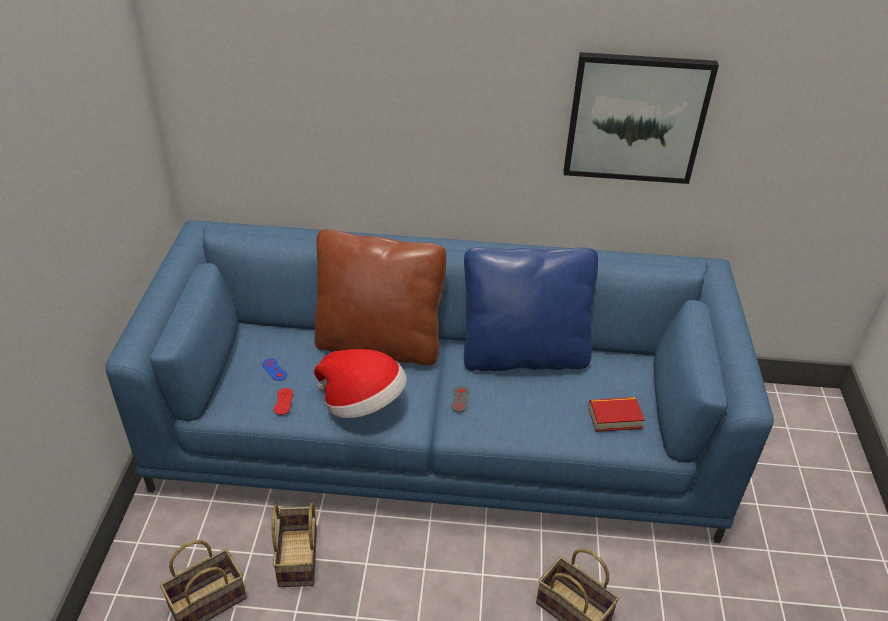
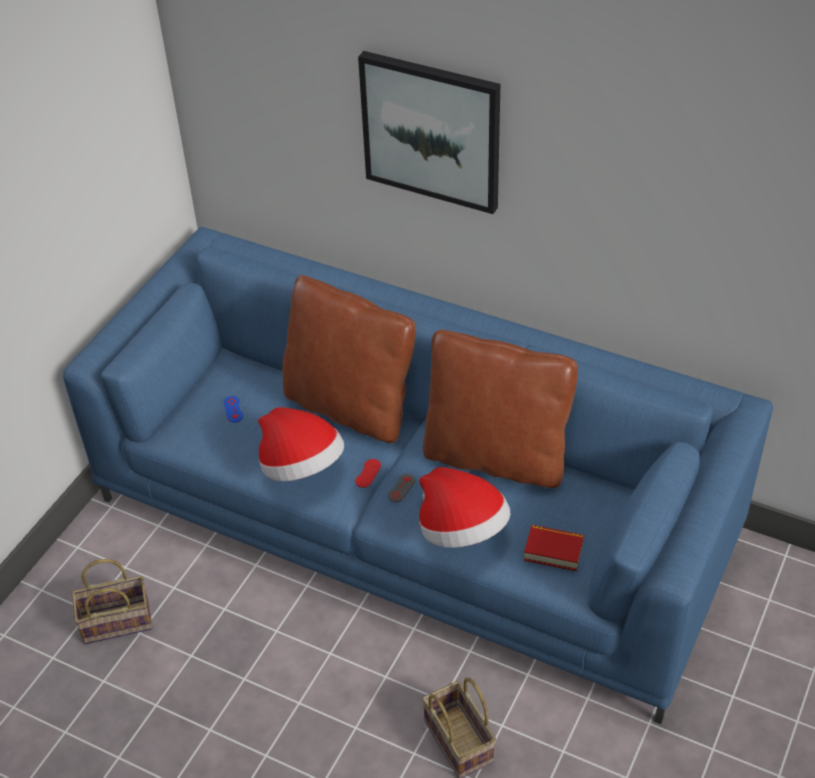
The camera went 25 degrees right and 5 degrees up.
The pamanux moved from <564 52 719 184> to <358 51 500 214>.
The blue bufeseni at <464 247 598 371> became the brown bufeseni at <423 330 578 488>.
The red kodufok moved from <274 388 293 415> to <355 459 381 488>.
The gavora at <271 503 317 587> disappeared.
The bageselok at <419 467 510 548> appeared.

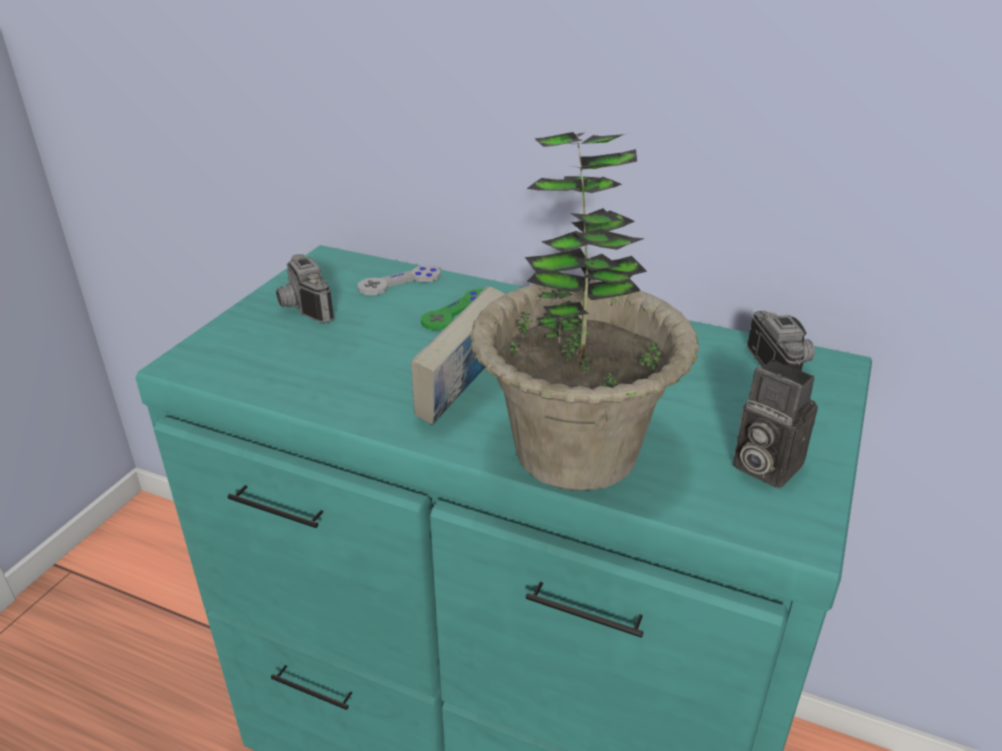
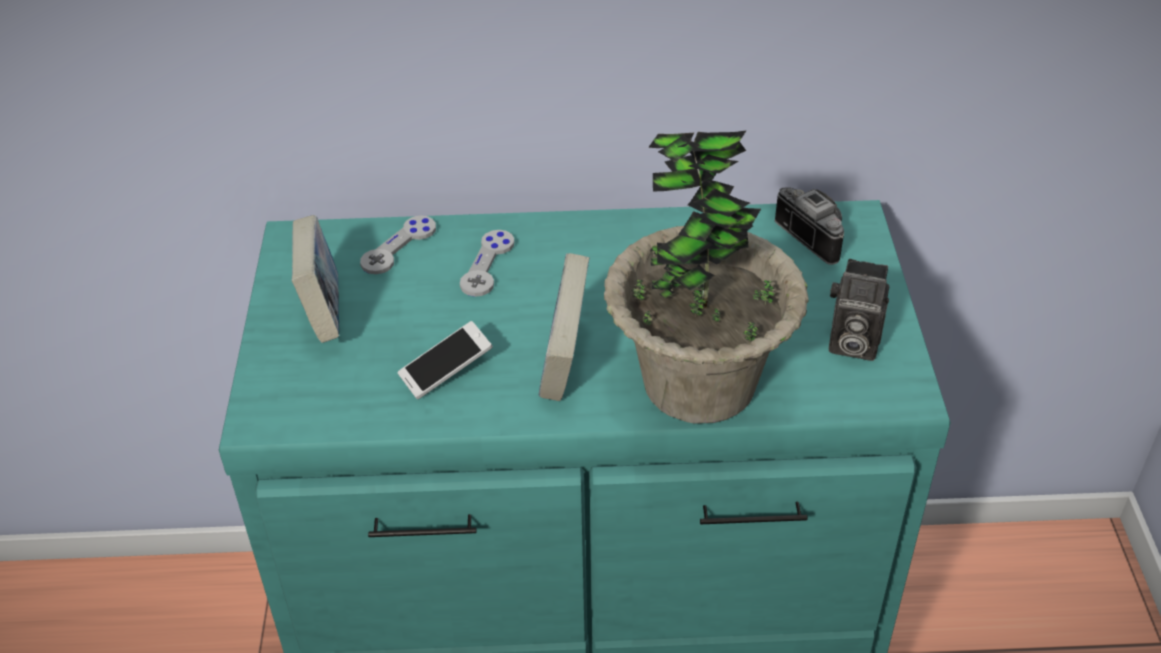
The camera went 25 degrees left and 10 degrees up.
The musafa at <276 254 334 323> was replaced by the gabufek at <291 215 339 343>.
The green kodufok at <421 289 484 330> became the grey kodufok at <460 230 514 297>.
The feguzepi at <397 321 493 399> appeared.

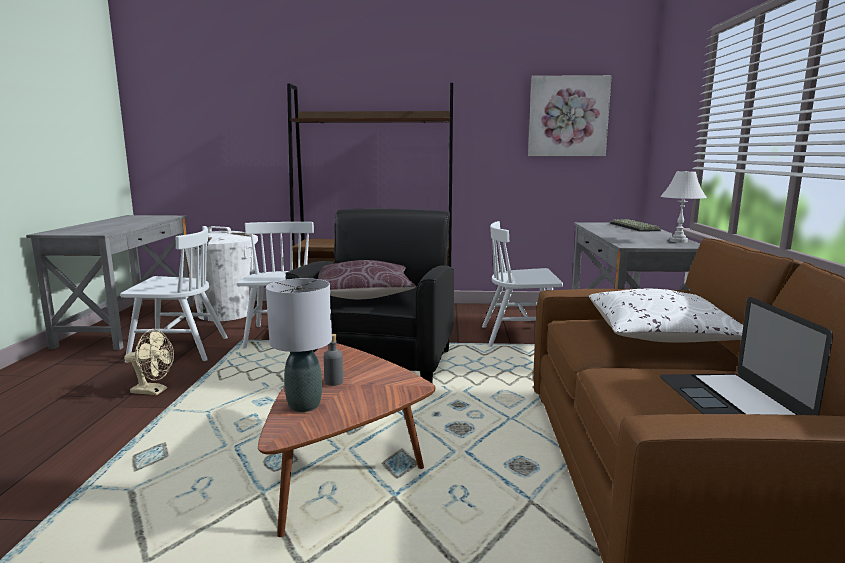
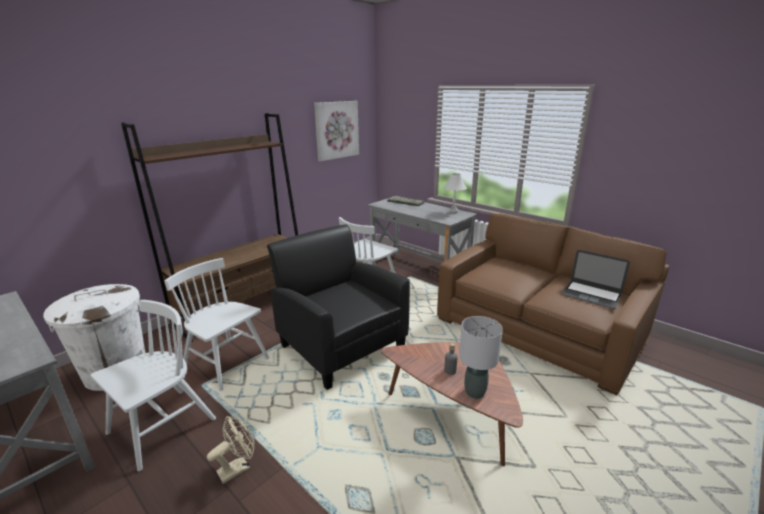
The camera went 50 degrees left and 10 degrees up.
The brown bufeseni at <318 260 416 299> disappeared.
The white bufeseni at <589 289 743 343> disappeared.

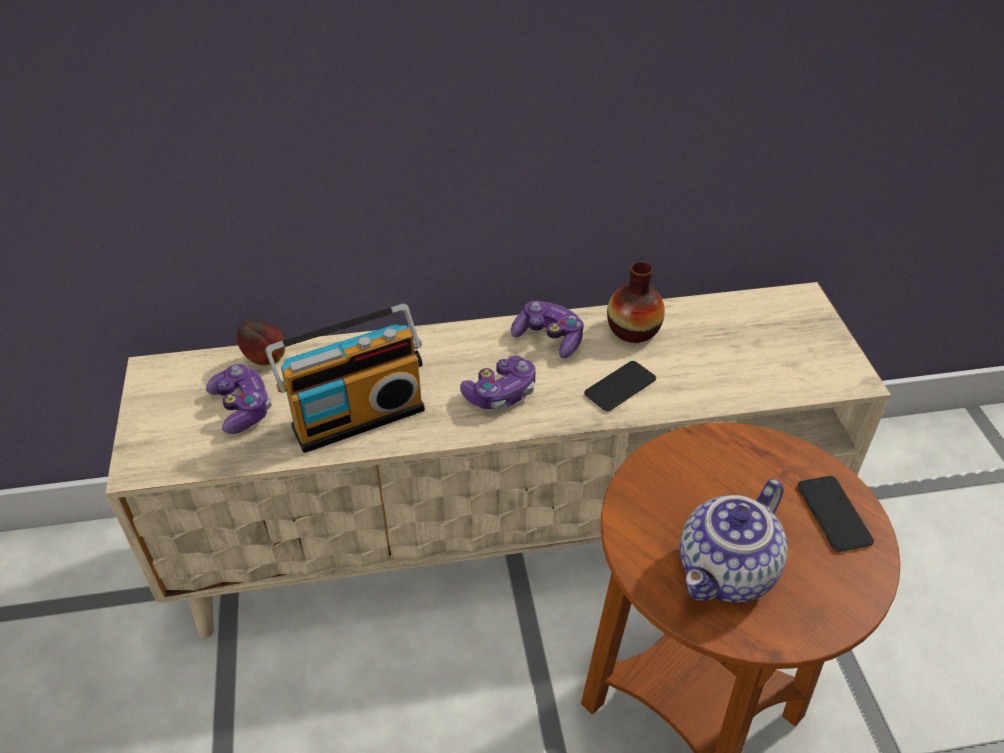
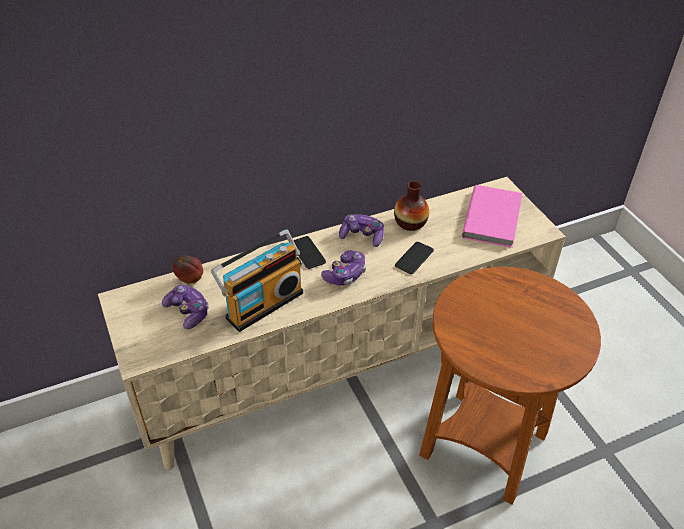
The camera went 15 degrees left and 0 degrees up.
The feguzepi moved from <798 476 874 552> to <293 236 326 269>.
The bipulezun at <680 479 787 603> disappeared.
The pink gabufek at <462 185 522 248> appeared.

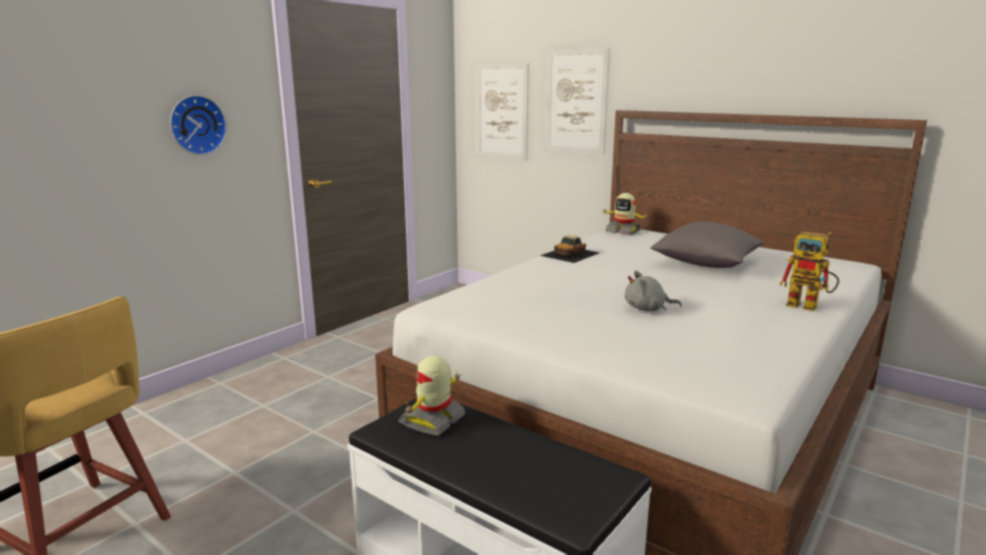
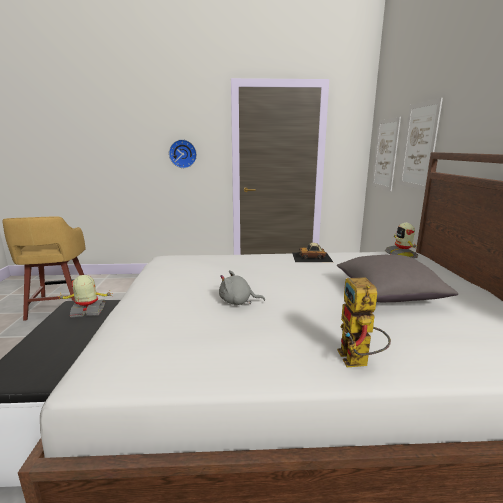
The camera went 50 degrees right and 0 degrees up.
The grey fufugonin at <625 270 682 311> turned 45 degrees counterclockwise.

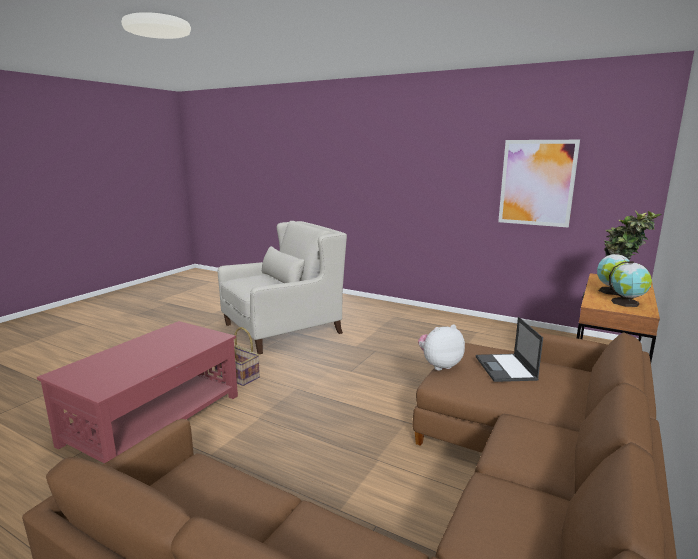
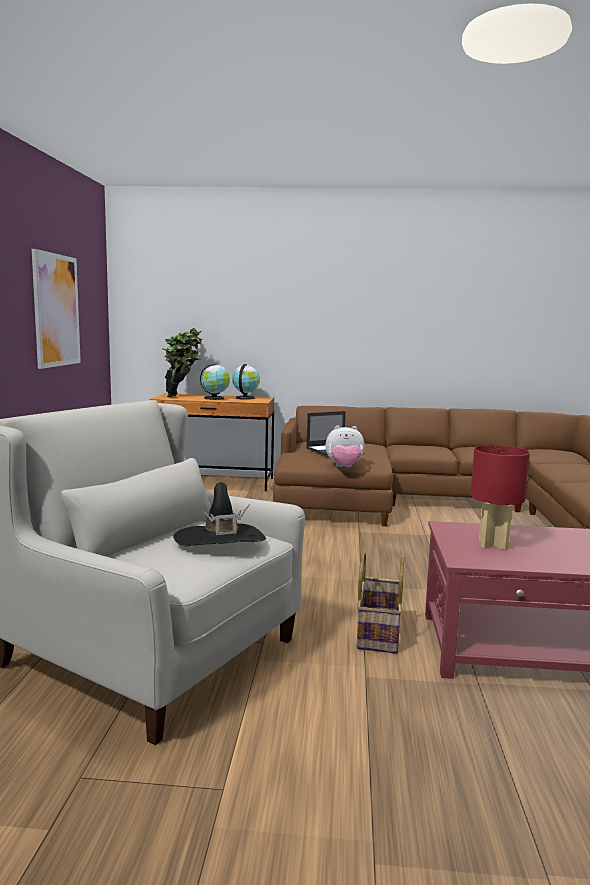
The camera went 115 degrees left and 5 degrees down.
The fufugonin at <418 324 465 371> turned 45 degrees counterclockwise.
The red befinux at <470 445 530 550> appeared.
The black bageselok at <173 482 266 546> appeared.

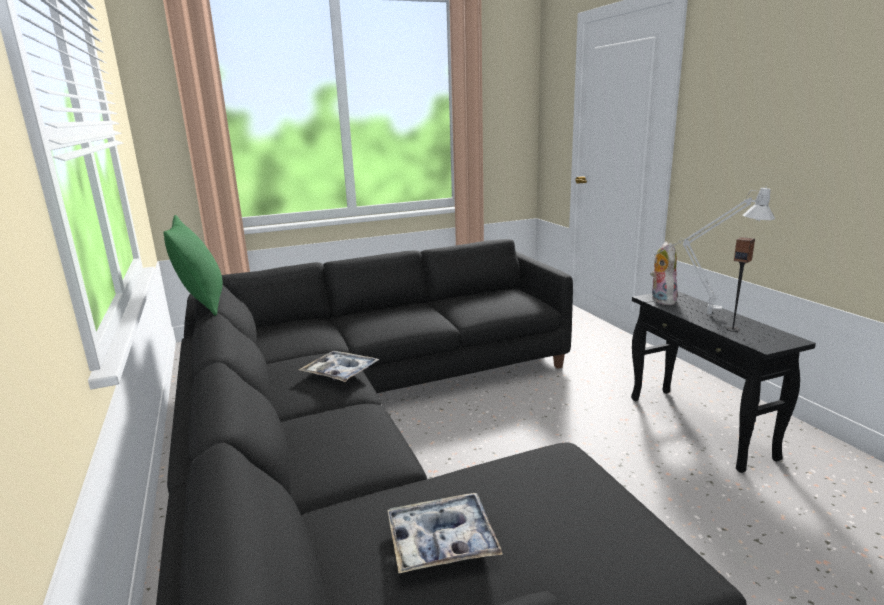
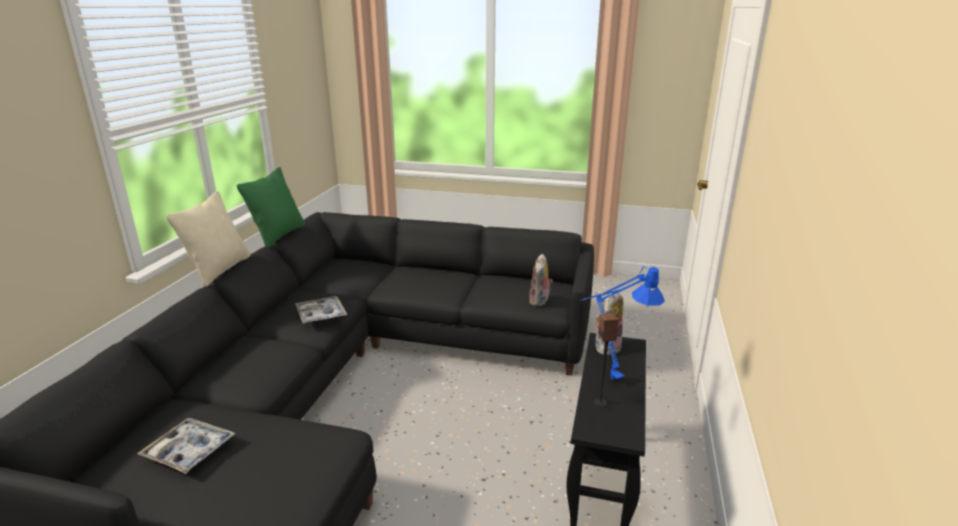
The camera went 35 degrees right and 5 degrees up.
The grey befinux at <654 187 775 314> became the blue befinux at <580 266 665 380>.
The beige bufeseni at <166 191 250 287> appeared.
The fufugonin at <529 254 553 306> appeared.

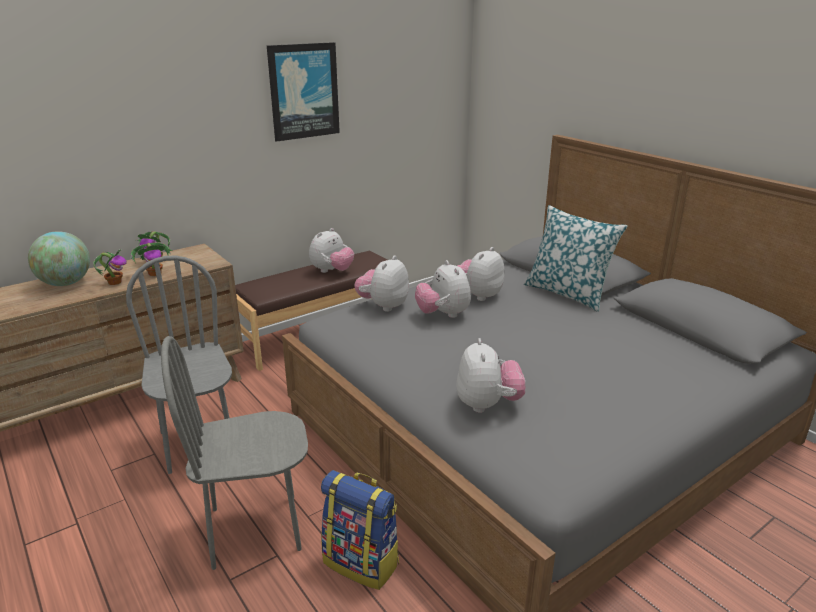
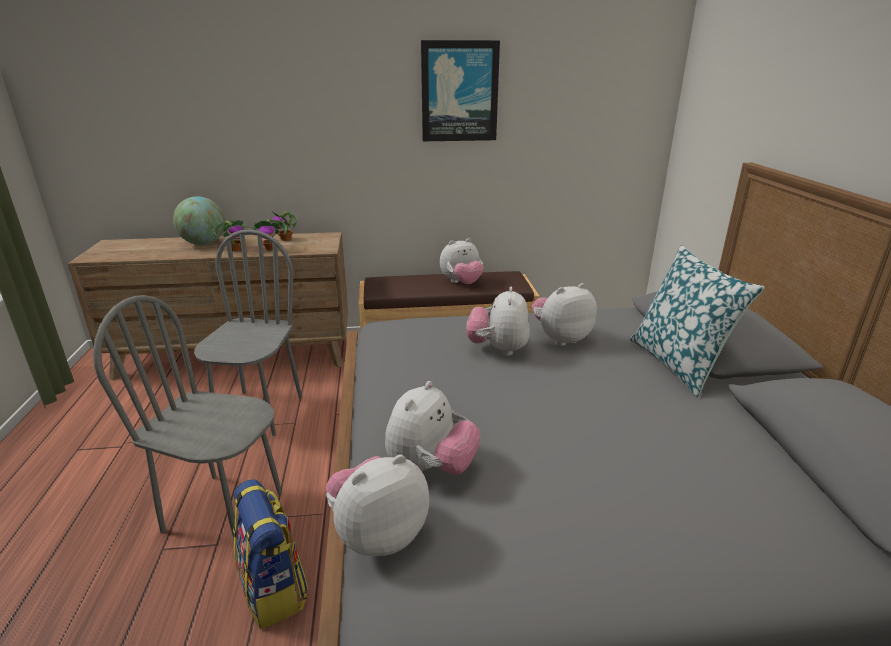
The camera went 30 degrees right and 0 degrees up.
The fufugonin moved from <354 256 409 312> to <326 454 429 556>.

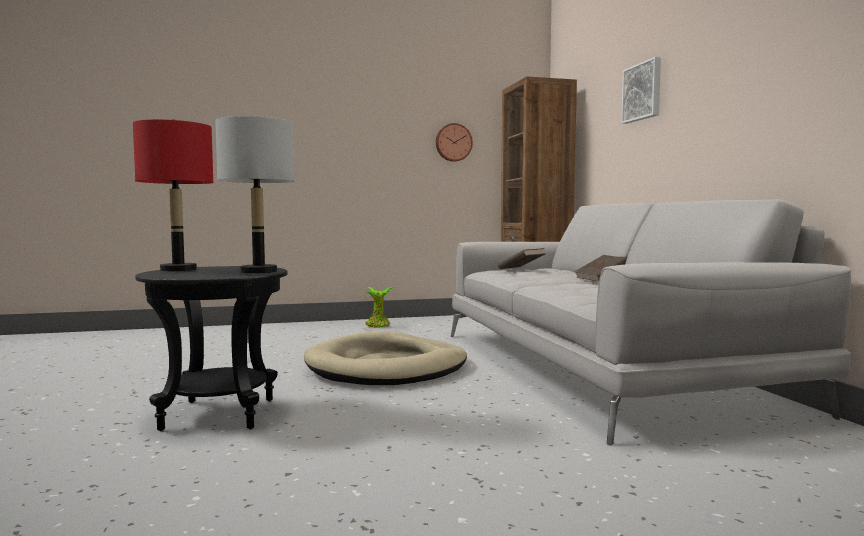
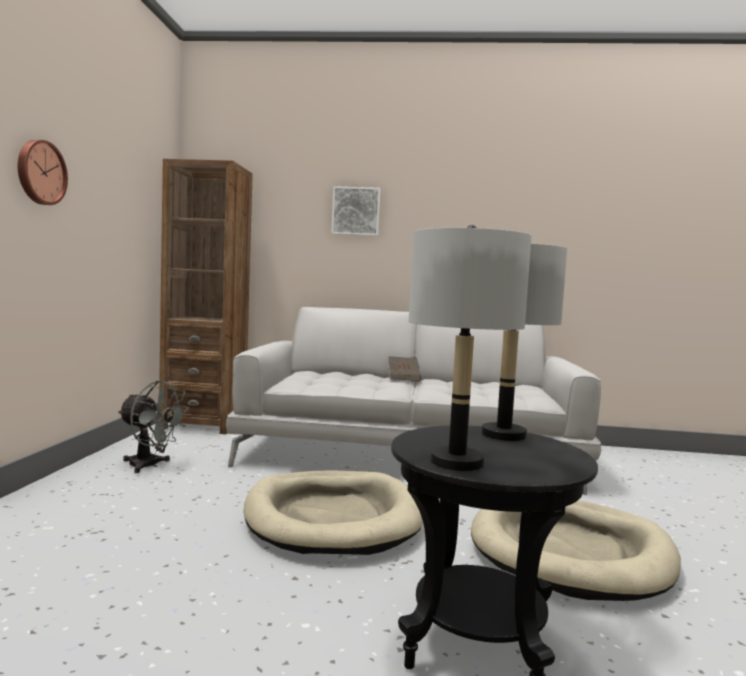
The camera went 70 degrees left and 0 degrees up.
The red befinux at <133 119 213 271> became the grey befinux at <409 225 531 471>.
The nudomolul moved from <436 123 473 162> to <17 140 68 205>.
The brown gabufek at <498 248 545 269> disappeared.
The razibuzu at <365 287 394 327> disappeared.
The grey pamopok at <118 381 189 473> appeared.
The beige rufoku at <471 500 681 601> appeared.

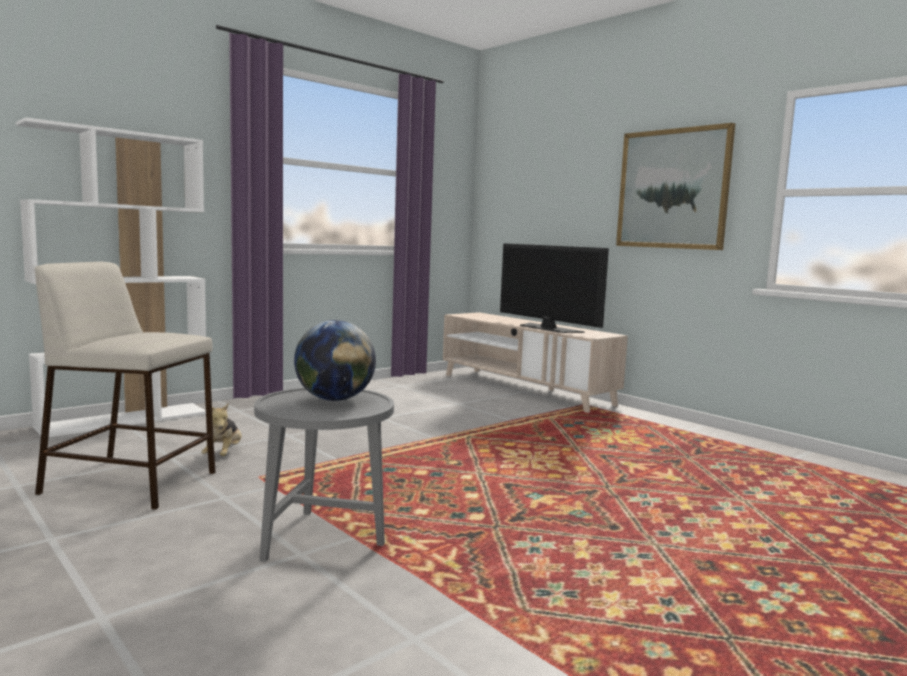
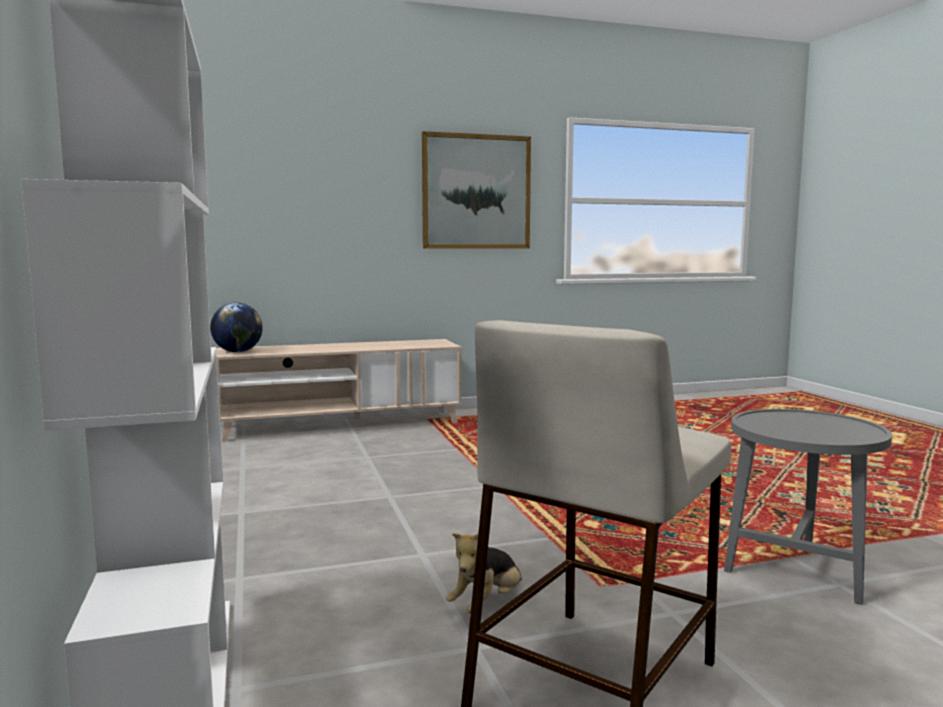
The camera went 65 degrees left and 0 degrees up.
The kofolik at <500 243 609 333> disappeared.
The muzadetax moved from <294 320 376 401> to <210 303 263 352>.
The fufugonin at <201 403 242 456> turned 105 degrees clockwise.

